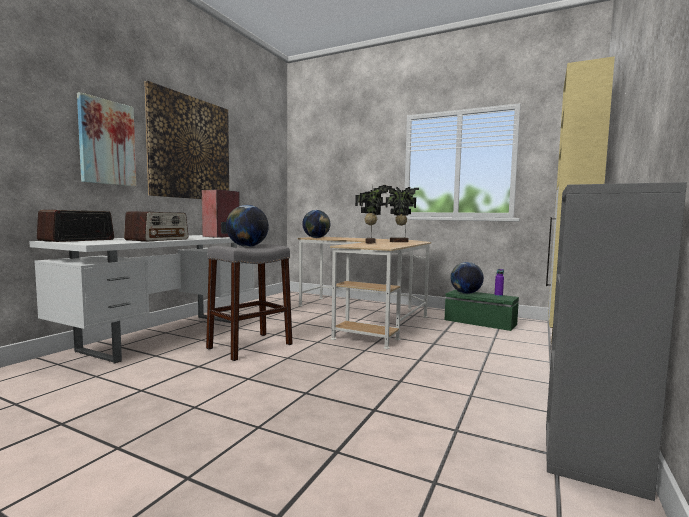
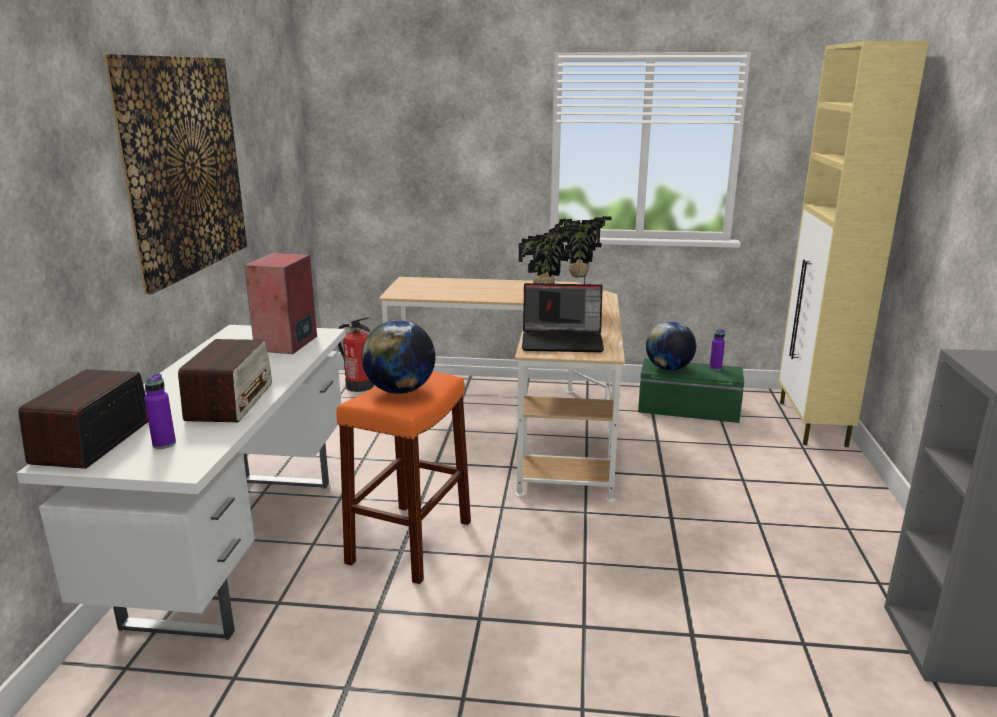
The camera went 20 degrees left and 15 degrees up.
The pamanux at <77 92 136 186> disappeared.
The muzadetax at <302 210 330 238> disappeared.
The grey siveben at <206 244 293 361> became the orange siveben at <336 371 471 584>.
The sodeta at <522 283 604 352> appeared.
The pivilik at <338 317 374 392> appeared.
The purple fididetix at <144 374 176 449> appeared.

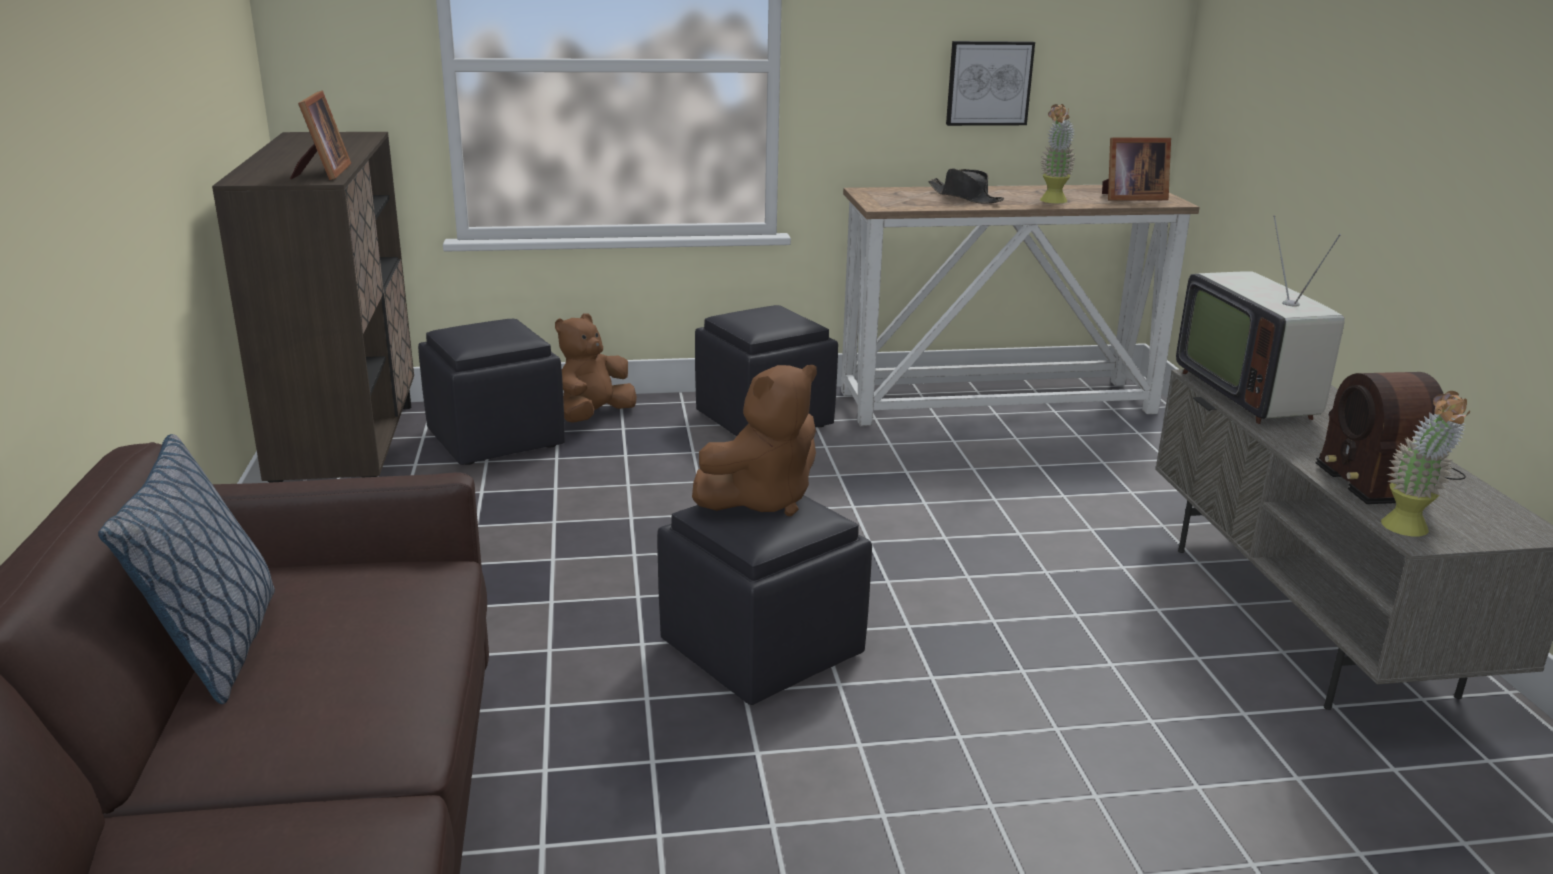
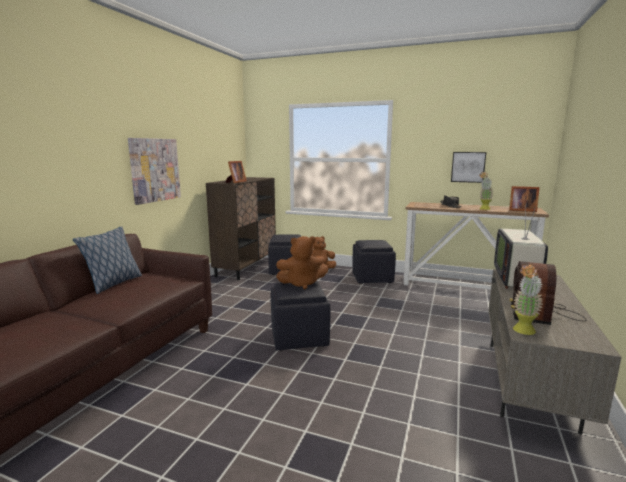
The camera went 30 degrees right and 10 degrees down.
The pamanux at <128 138 181 205> appeared.

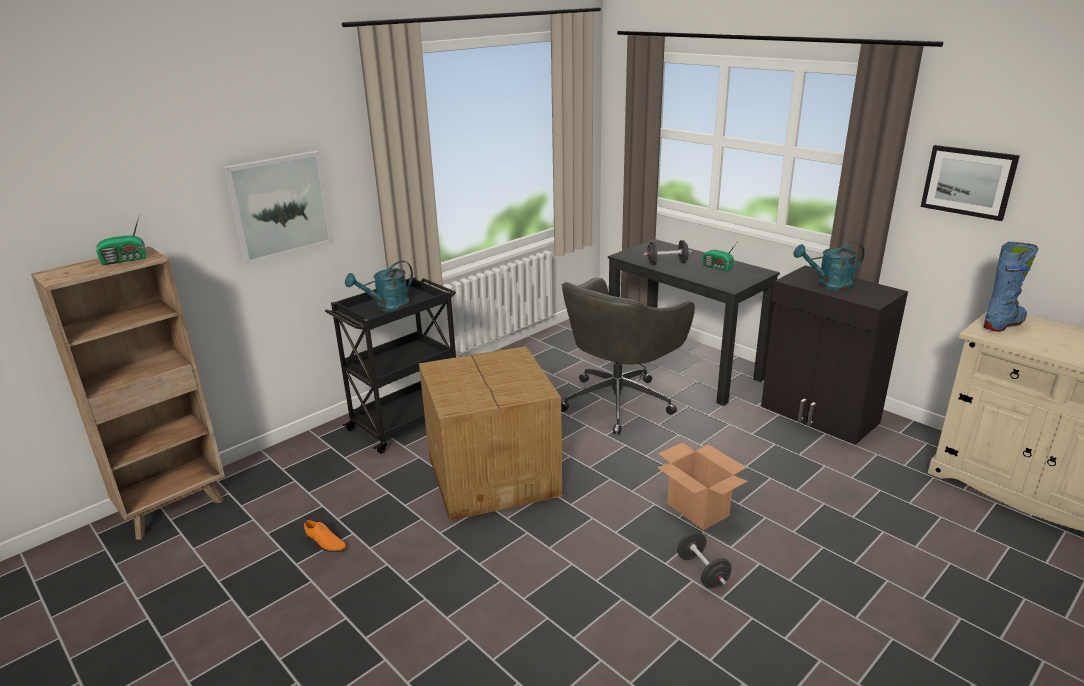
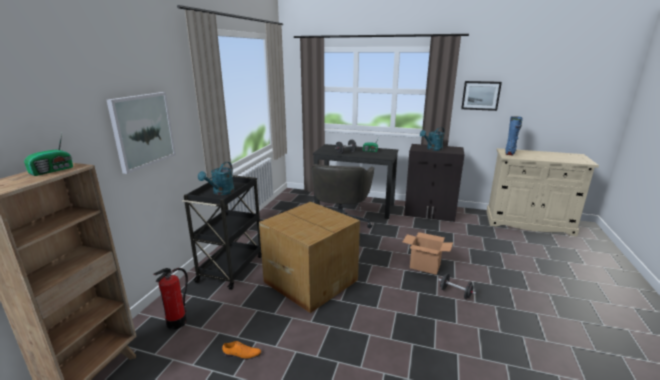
The camera went 30 degrees left and 5 degrees down.
The pivilik at <153 268 188 330> appeared.

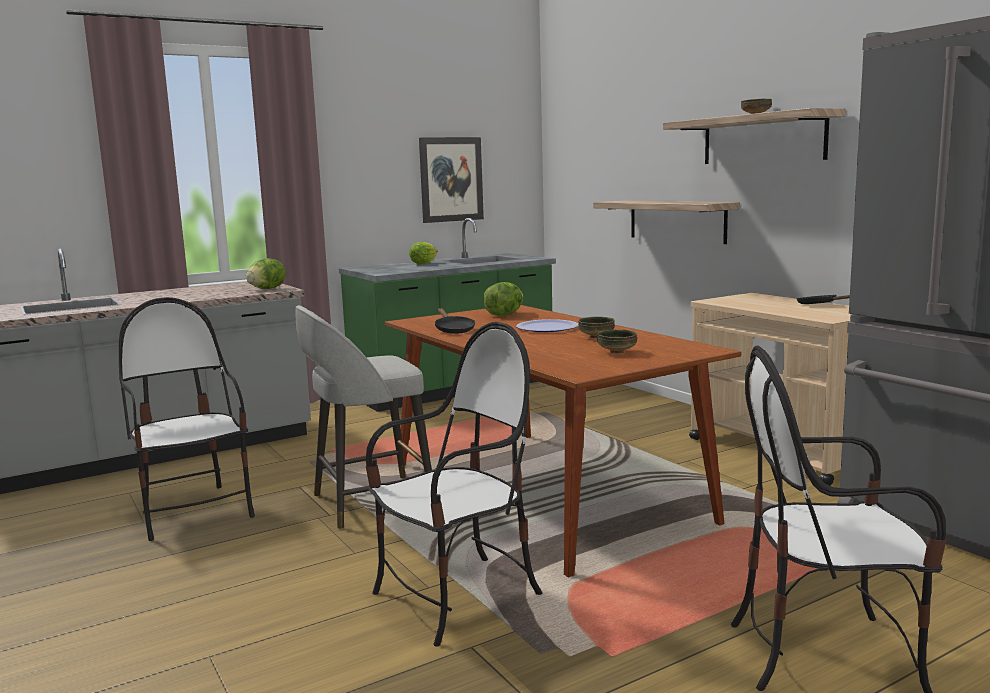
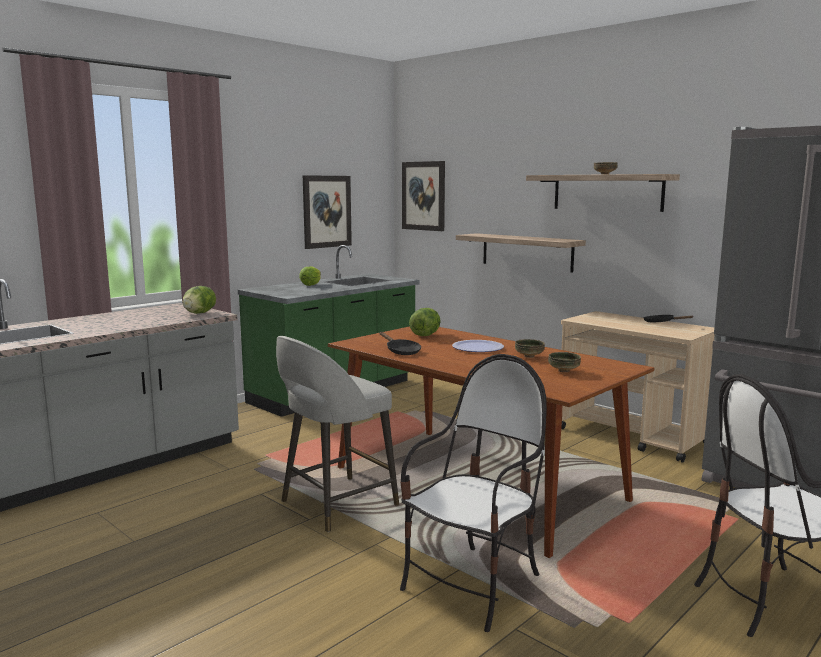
The camera went 15 degrees left and 0 degrees up.
The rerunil at <119 297 255 541> disappeared.
The pamanux at <402 161 445 231> appeared.

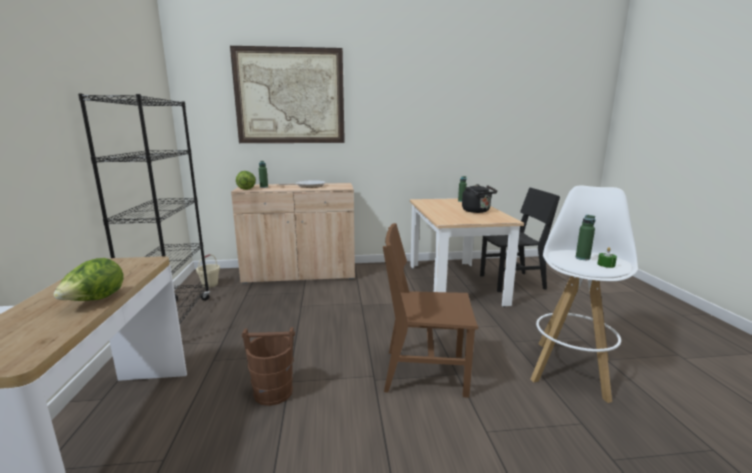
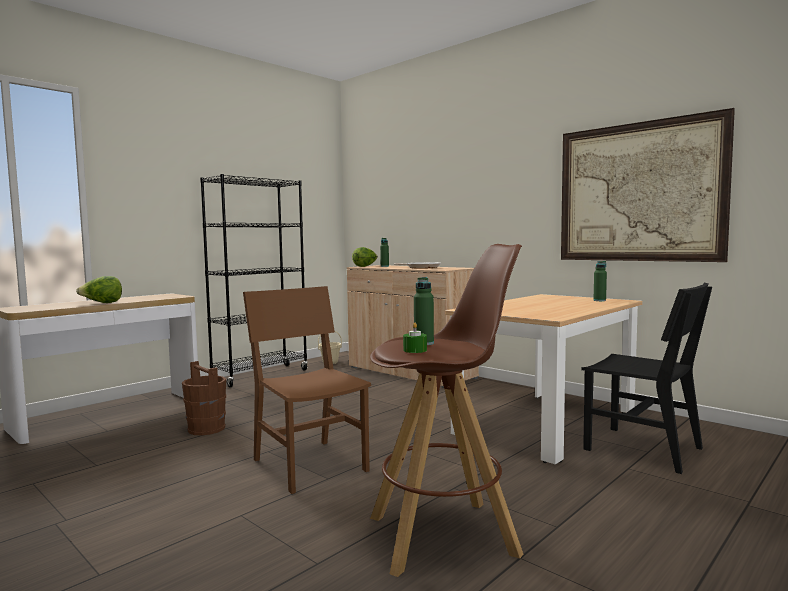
The camera went 50 degrees right and 10 degrees down.
The pamanux moved from <230 46 345 143> to <561 108 735 262>.
The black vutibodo at <462 184 497 213> disappeared.
The white siveben at <530 185 638 403> became the brown siveben at <370 244 523 577>.

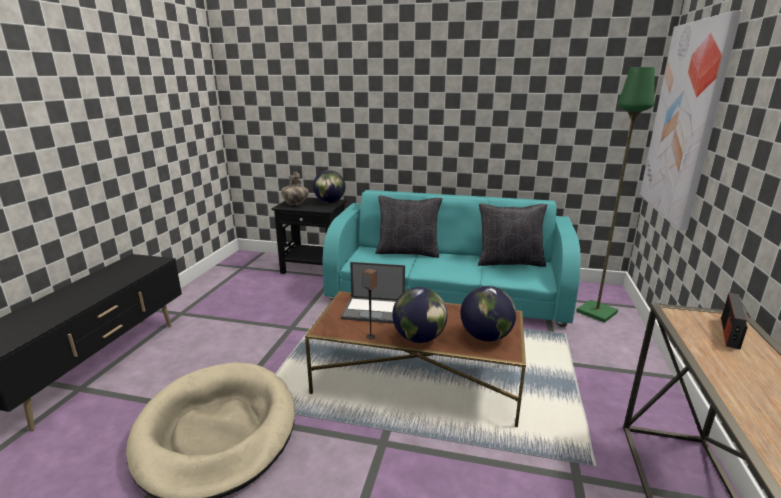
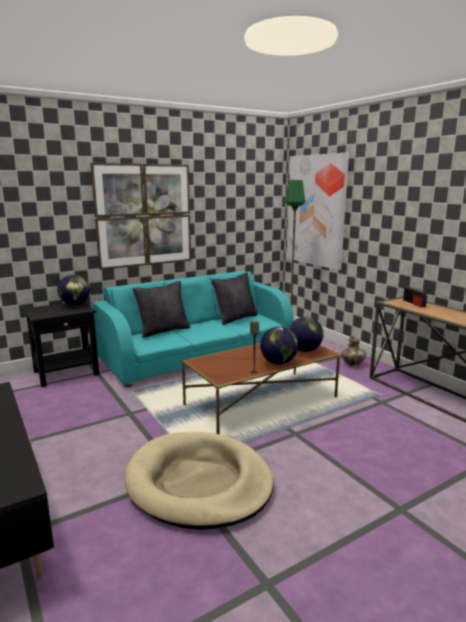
The camera went 45 degrees left and 5 degrees down.
The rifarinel moved from <281 172 309 205> to <341 336 366 366>.
The sodeta at <341 262 405 324> disappeared.
The pamanux at <90 163 191 270> appeared.

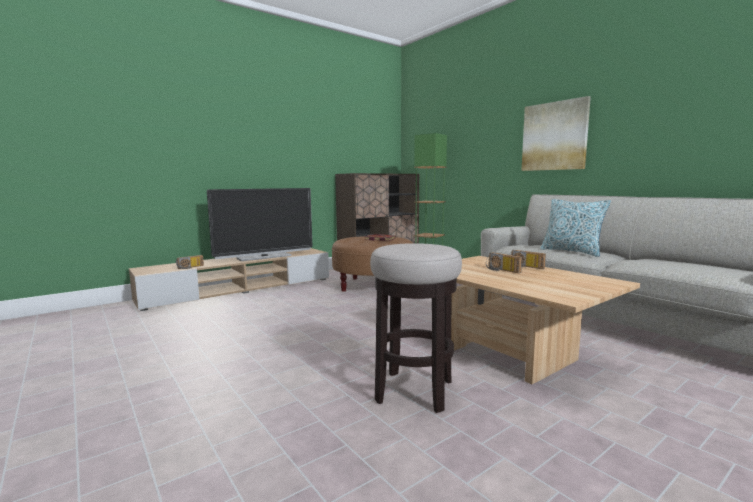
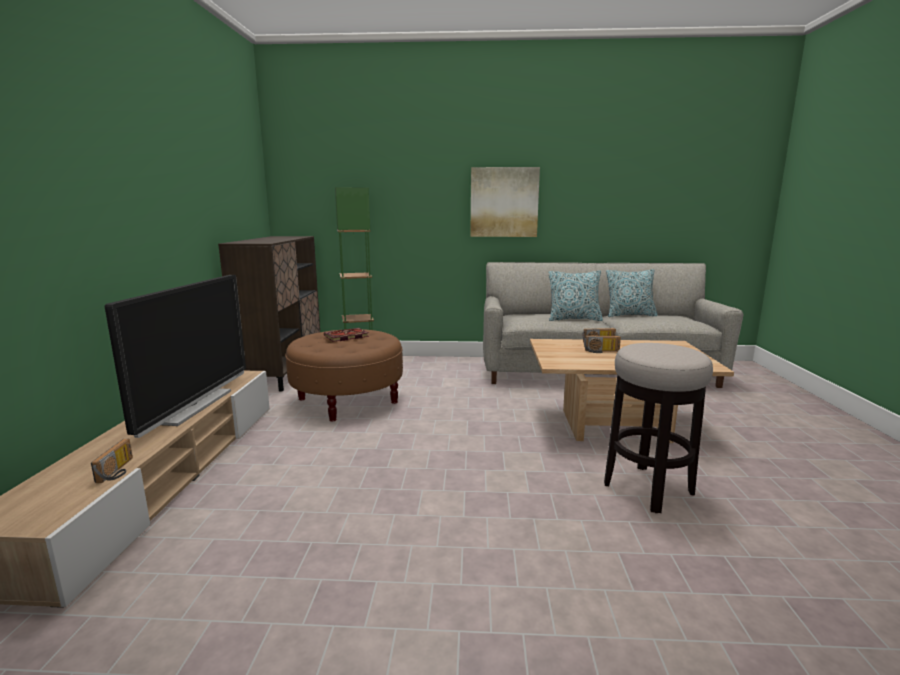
The camera went 50 degrees left and 5 degrees up.
The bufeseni at <606 269 658 317> appeared.

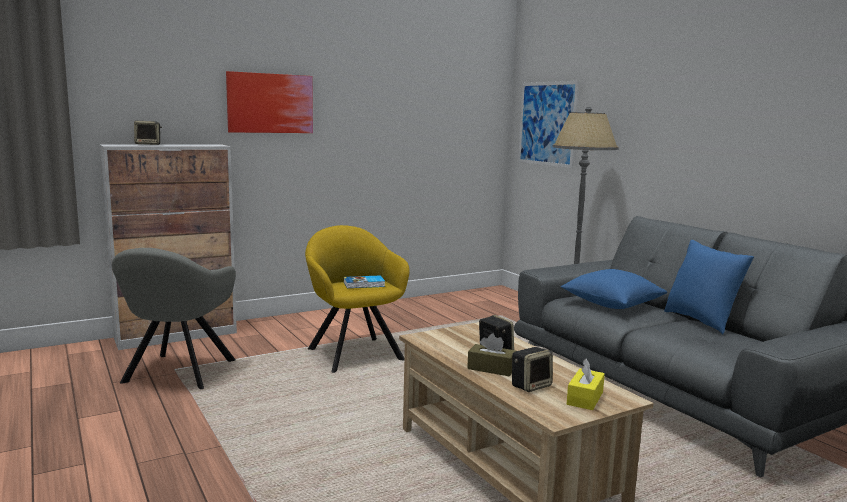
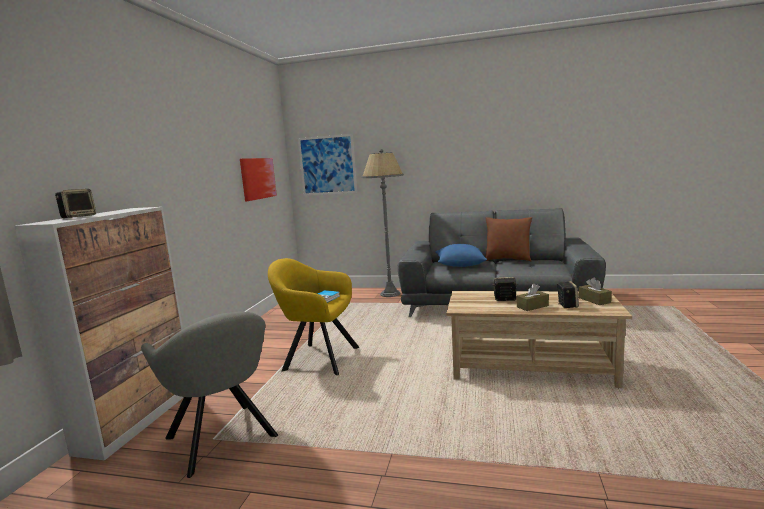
The camera went 45 degrees left and 0 degrees up.
The pamanux moved from <226 71 313 133> to <240 158 277 201>.
The blue bufeseni at <664 240 754 334> became the brown bufeseni at <485 217 532 262>.
The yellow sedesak at <567 359 605 410> became the brown sedesak at <579 278 612 305>.

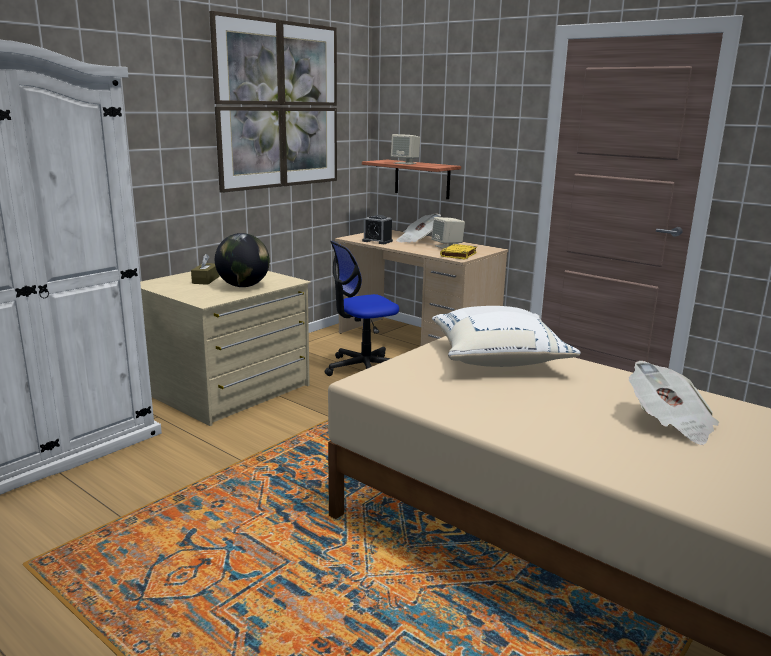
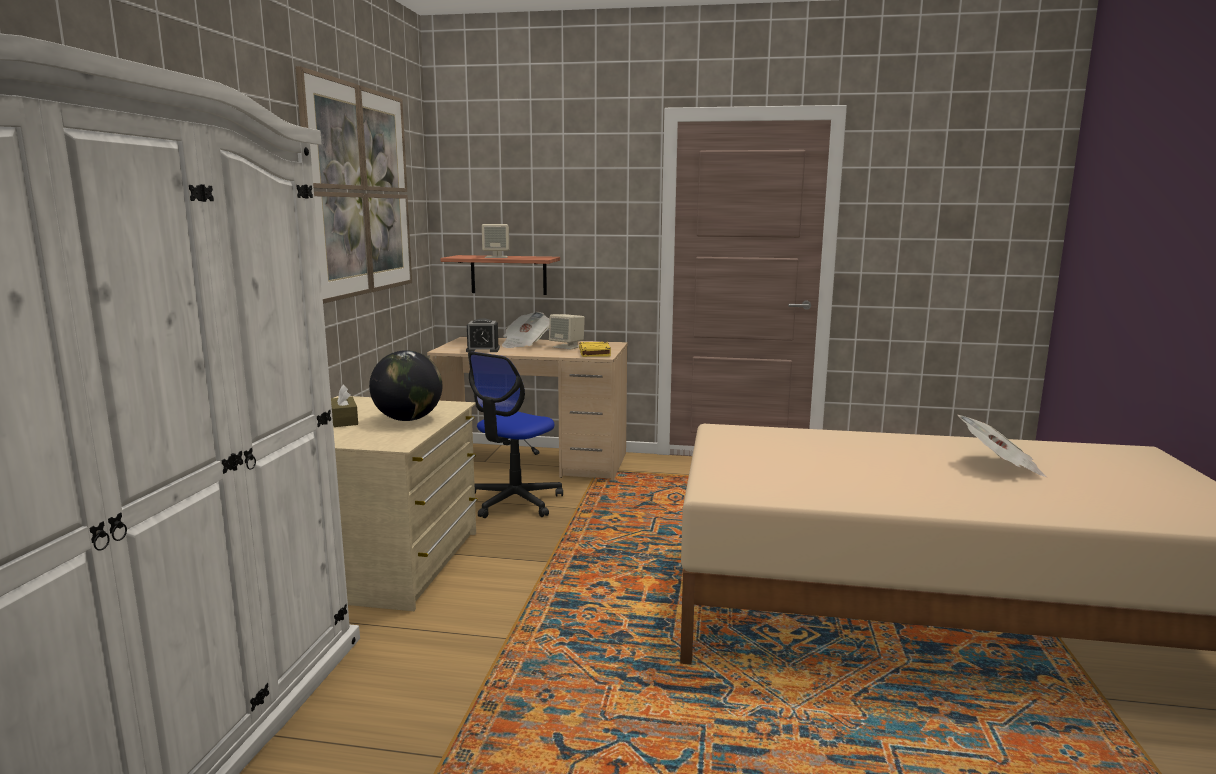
The camera went 30 degrees left and 5 degrees down.
The white bufeseni at <432 306 581 367> disappeared.

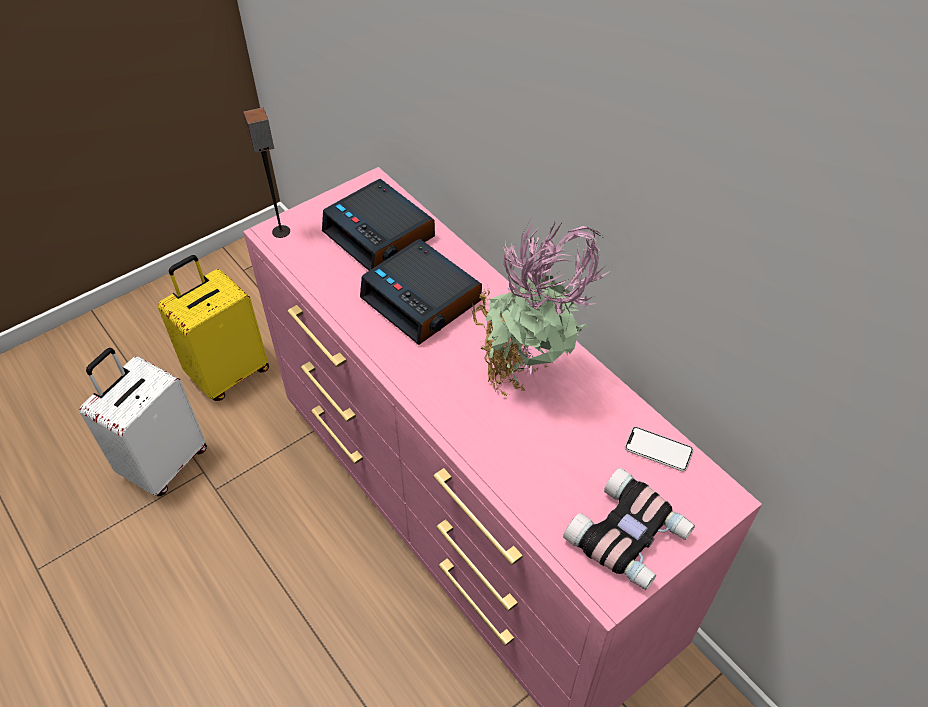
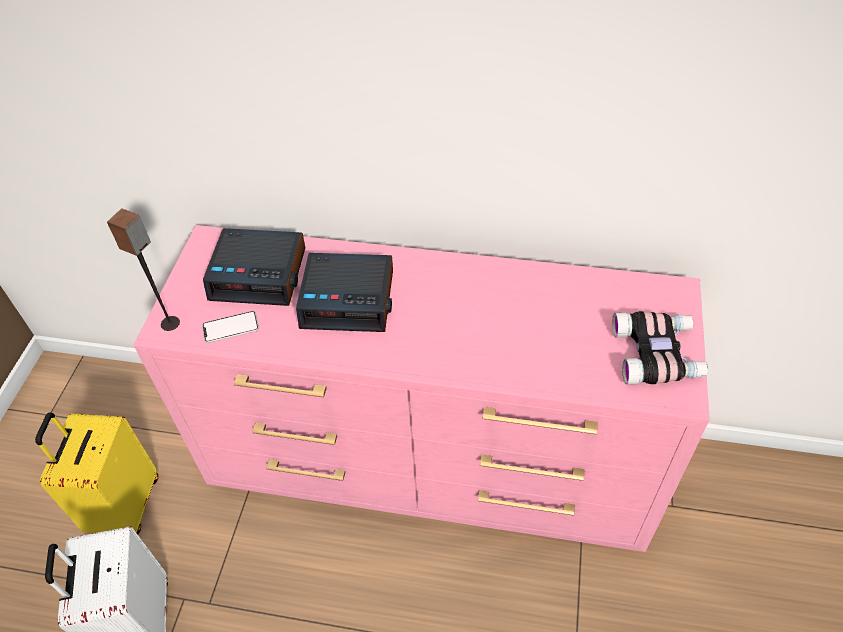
The camera went 40 degrees left and 0 degrees up.
The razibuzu at <471 222 610 396> disappeared.
The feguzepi moved from <625 427 693 471> to <202 311 259 343>.

